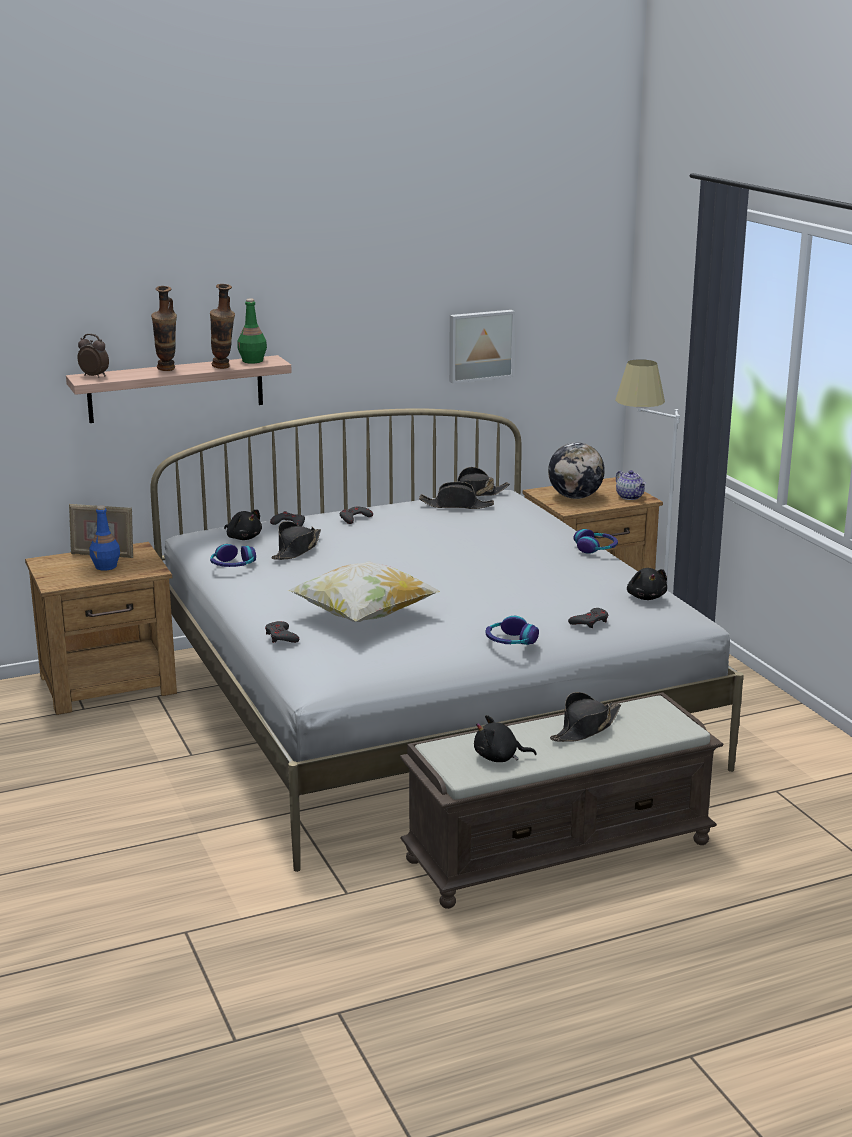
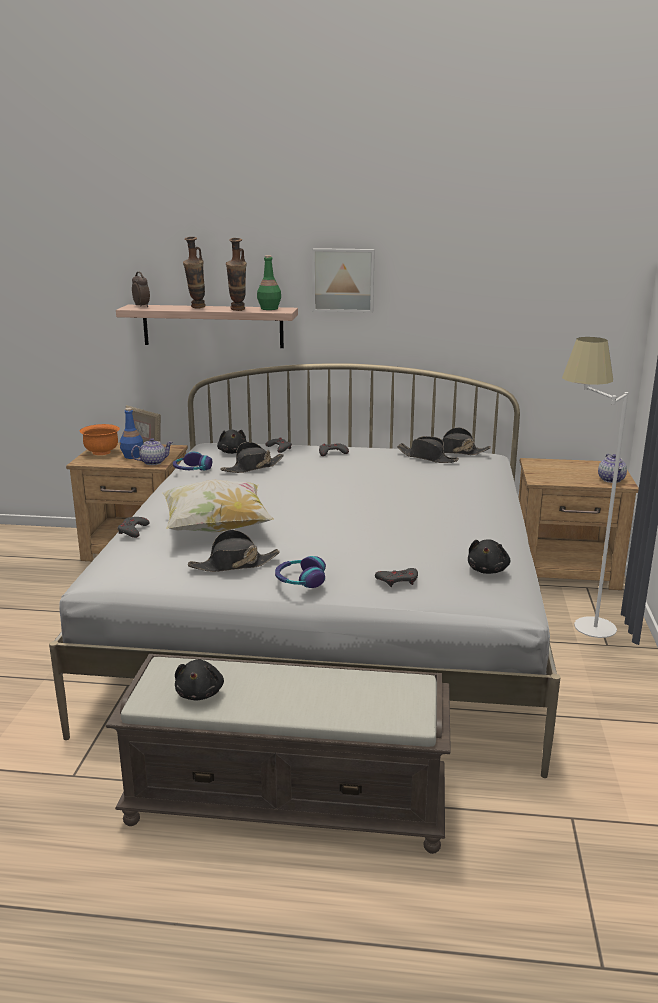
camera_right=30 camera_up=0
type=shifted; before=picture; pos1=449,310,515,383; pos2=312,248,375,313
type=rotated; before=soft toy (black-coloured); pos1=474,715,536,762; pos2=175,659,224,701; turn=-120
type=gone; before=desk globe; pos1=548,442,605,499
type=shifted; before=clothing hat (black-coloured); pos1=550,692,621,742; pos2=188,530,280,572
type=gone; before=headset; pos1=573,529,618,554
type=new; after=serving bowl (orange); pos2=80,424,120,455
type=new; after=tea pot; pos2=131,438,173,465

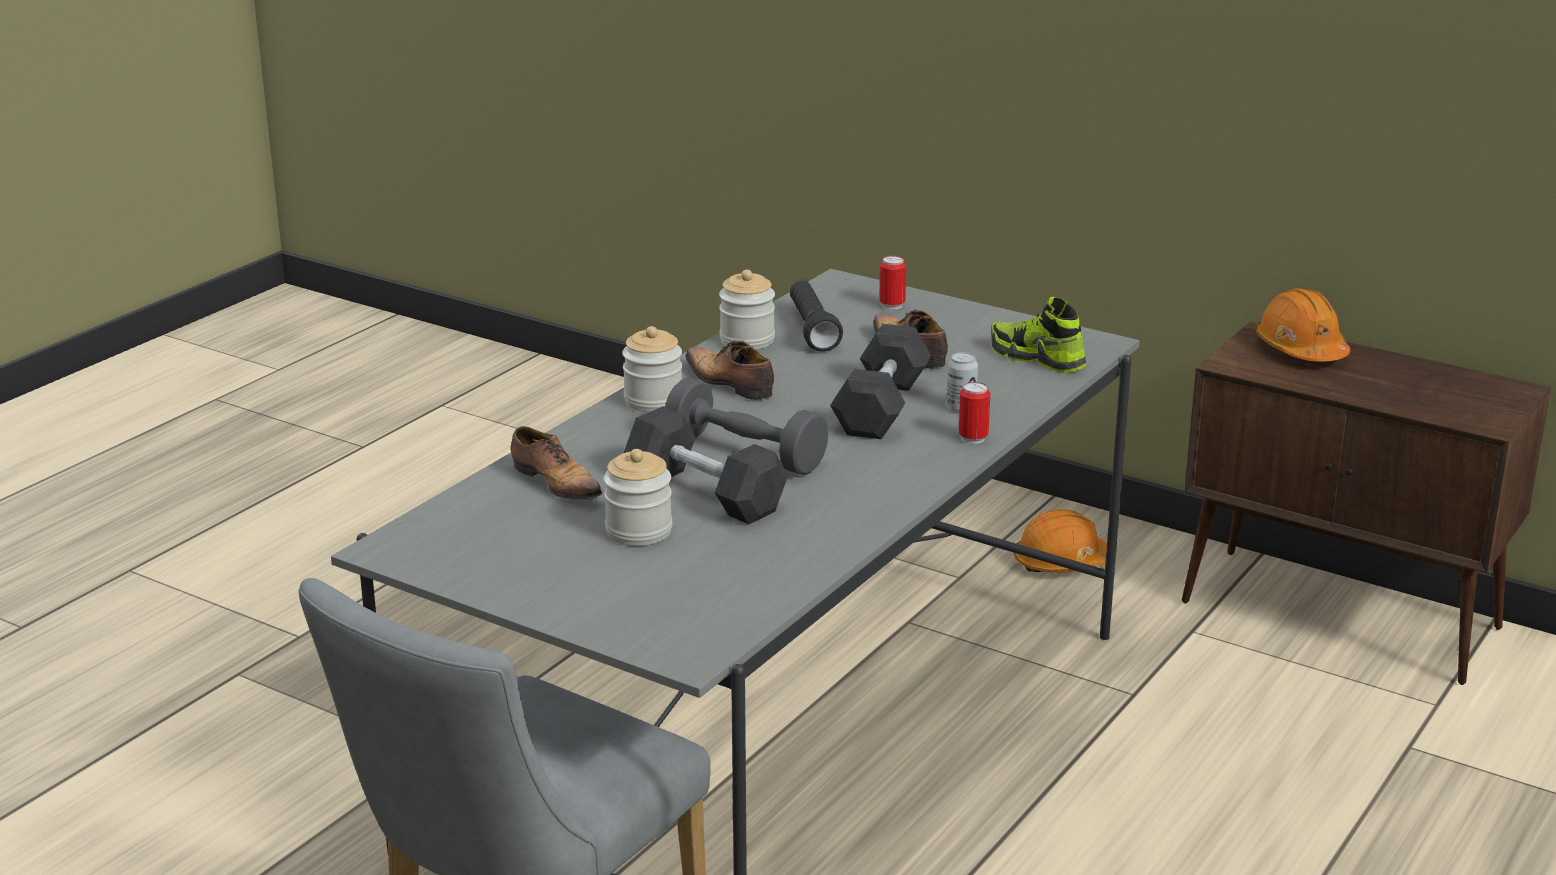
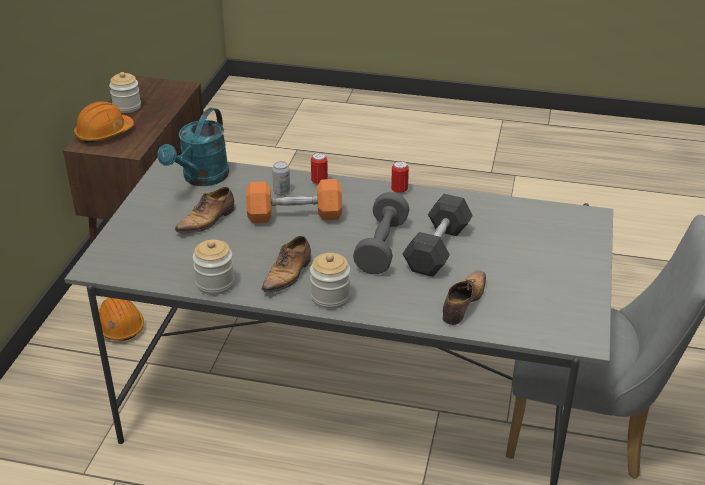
camera_right=-110 camera_up=10
type=shifted; before=jar; pos1=603,449,672,546; pos2=109,72,141,113
type=gone; before=hand torch (black-coloured); pos1=790,281,843,352
type=repainted; before=dumbbell (gray); after=dumbbell (orange); pos1=830,324,931,439; pos2=246,179,342,223
type=shifted; before=metal can; pos1=879,256,906,310; pos2=391,161,409,195
type=swapped; before=item of footwear; after=watering can (turquoise-coloured); pos1=991,297,1086,373; pos2=157,108,229,186

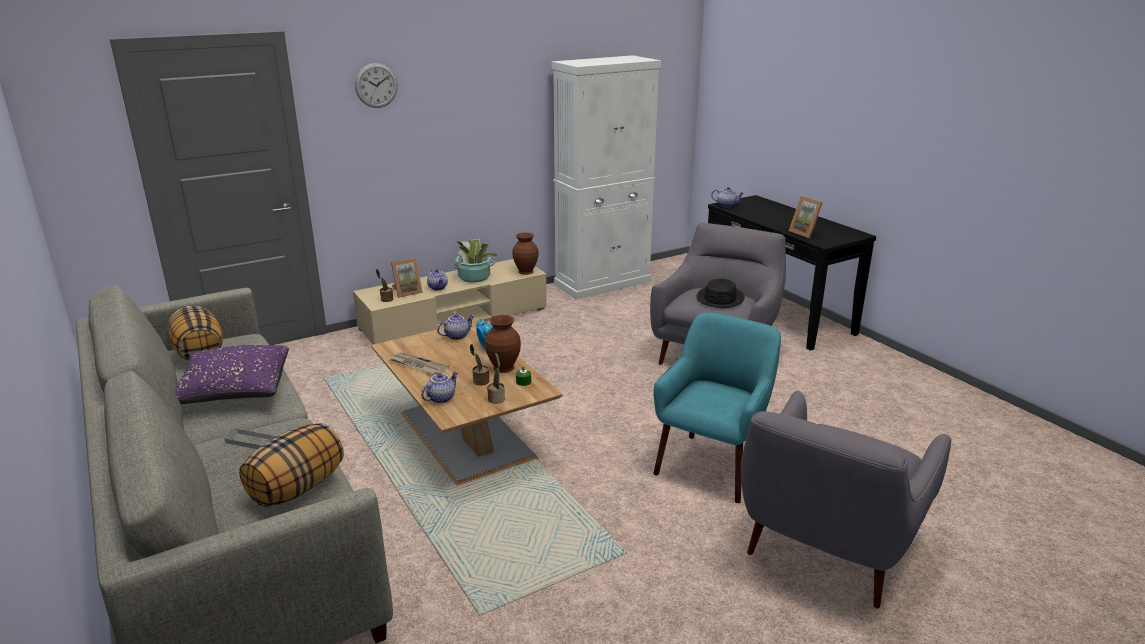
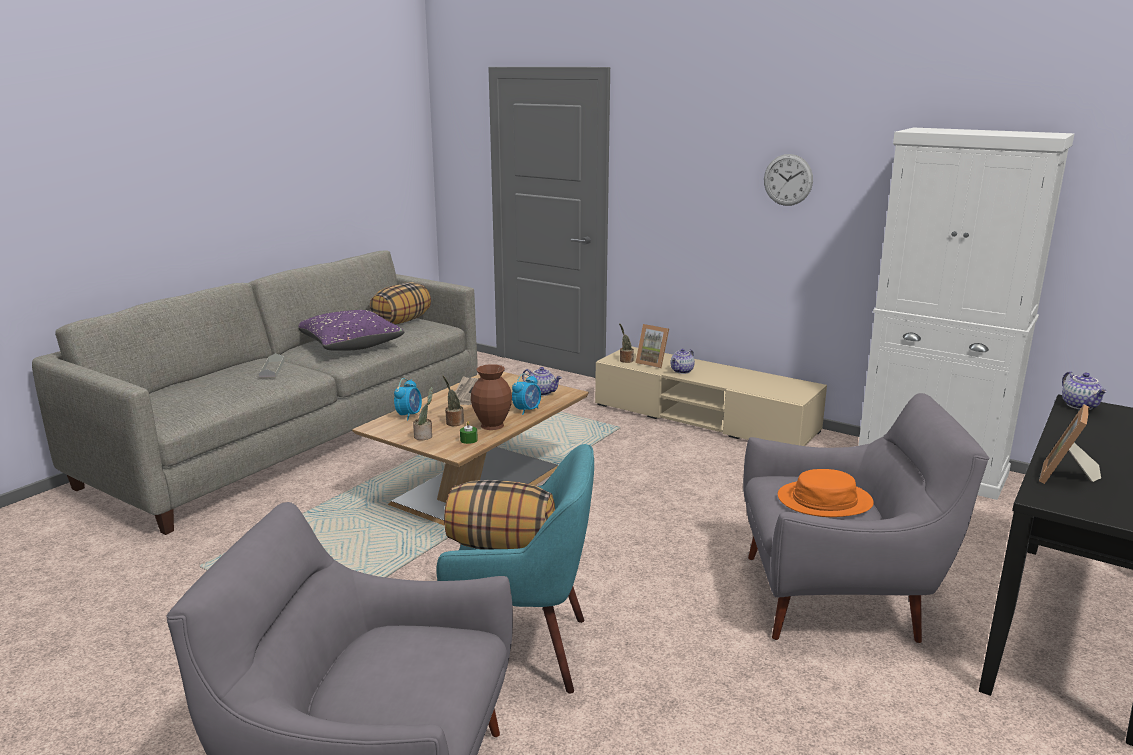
camera_right=65 camera_up=-5
type=shifted; before=cushion; pos1=239,423,344,507; pos2=444,480,555,550
type=shifted; before=hanging clock; pos1=355,63,398,108; pos2=764,154,813,206
type=swapped; before=tea pot; after=bedside clock; pos1=421,371,458,403; pos2=394,378,422,420
type=gone; before=plant in a pot; pos1=451,238,498,283
type=gone; before=decorative vase (brown); pos1=512,233,539,275
type=repainted; before=clothing hat (black-coloured); after=clothing hat (orange); pos1=696,279,744,308; pos2=778,469,874,517

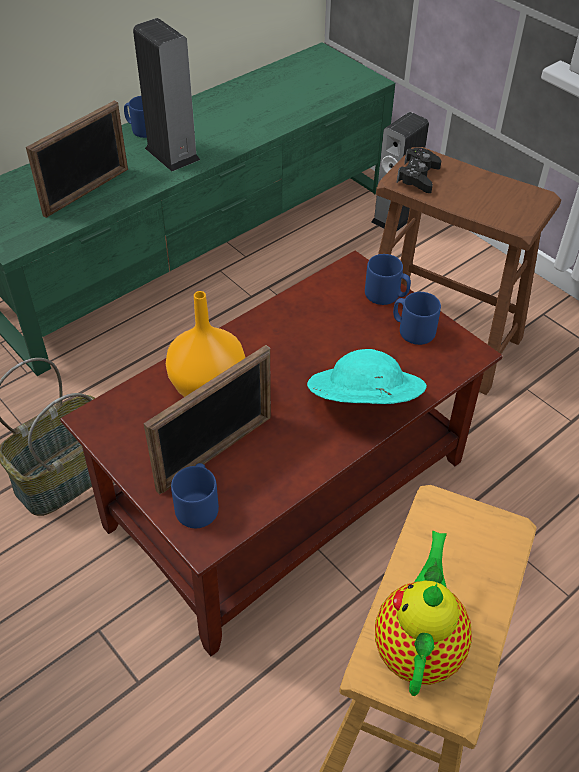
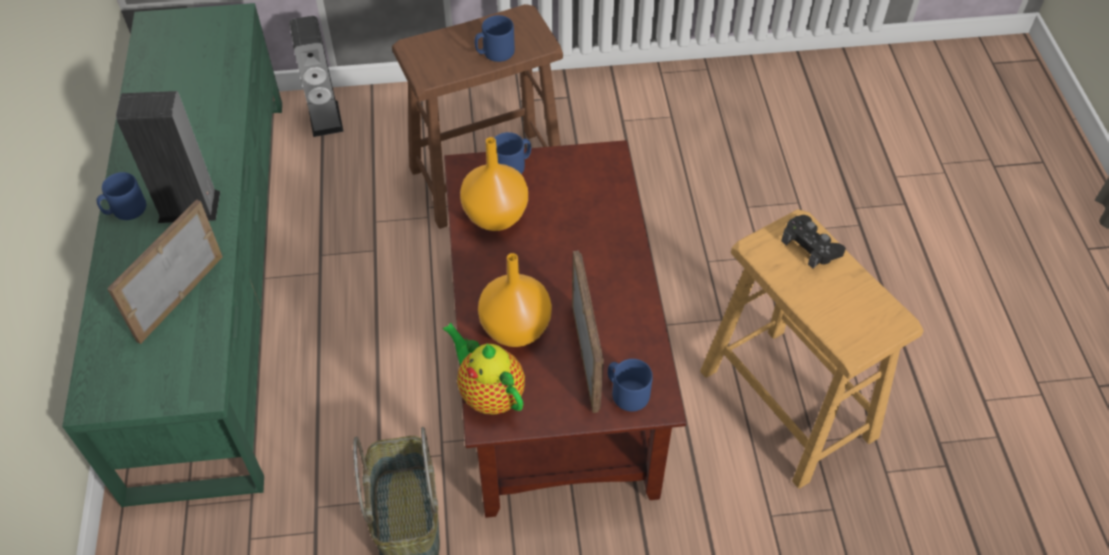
camera_right=-55 camera_up=5
type=rotated; before=picture frame; pos1=26,100,128,218; pos2=107,199,223,344; turn=-135
type=gone; before=clothing hat (turquoise-coloured); pos1=307,349,427,404
type=shifted; before=tea pot; pos1=375,531,472,696; pos2=442,323,525,415
type=shifted; before=tea mug (bluish); pos1=393,292,441,345; pos2=474,15,515,62
type=shifted; before=joypad (black-coloured); pos1=396,147,441,193; pos2=781,215,846,269
type=new; after=decorative vase (orange); pos2=460,137,528,231

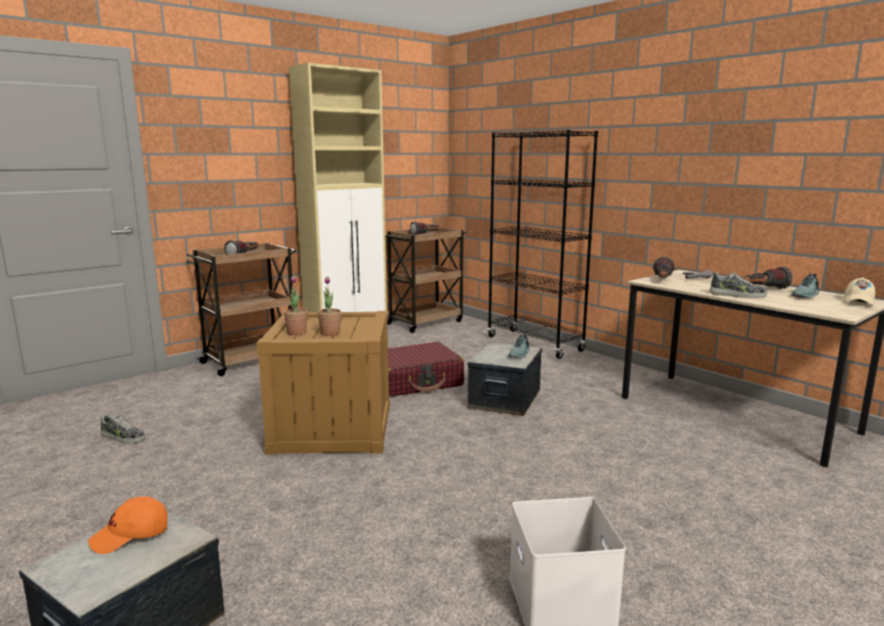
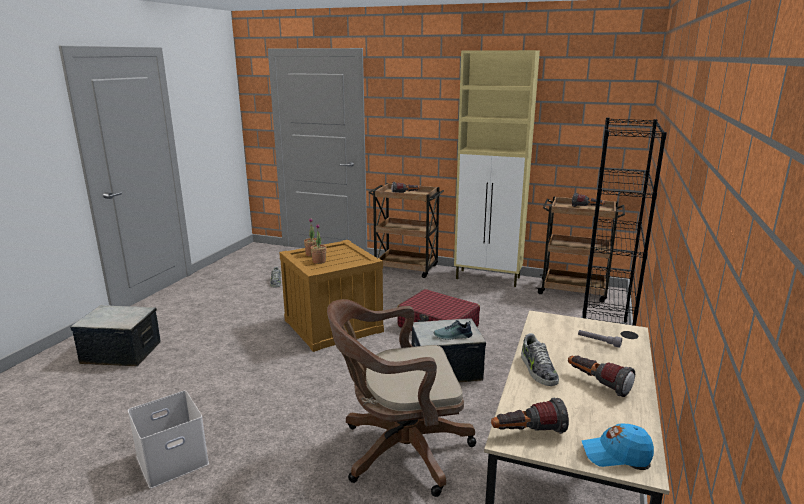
camera_right=60 camera_up=5
type=gone; before=peaked cap (orange); pos1=88,496,168,554
type=shifted; before=hand torch; pos1=653,257,675,278; pos2=491,398,569,434
type=gone; before=item of footwear; pos1=791,273,819,298
type=repainted; before=peaked cap (beige); after=peaked cap (bluish); pos1=844,277,875,306; pos2=581,423,654,467
type=new; after=computer chair (brown); pos2=327,299,476,497

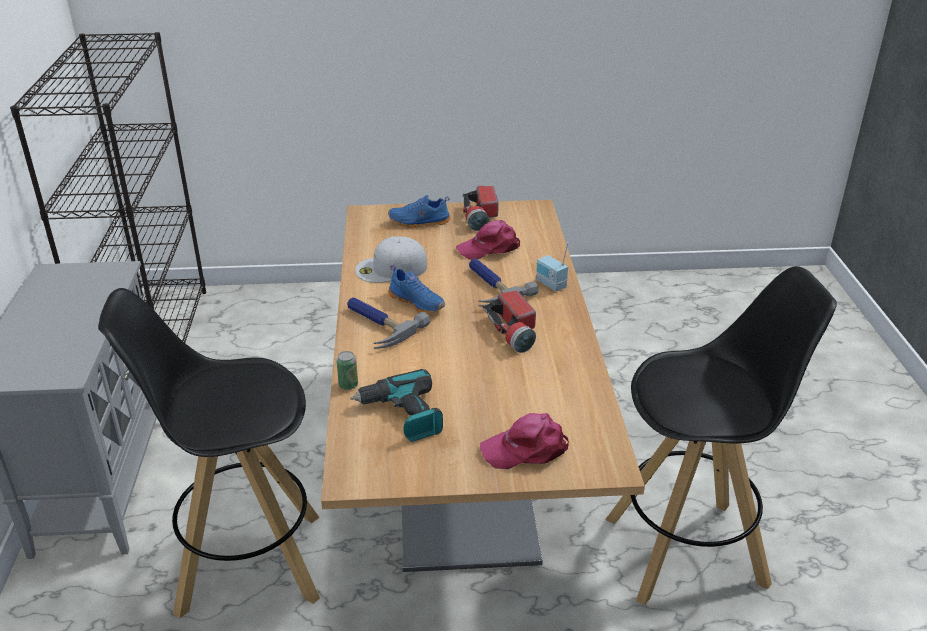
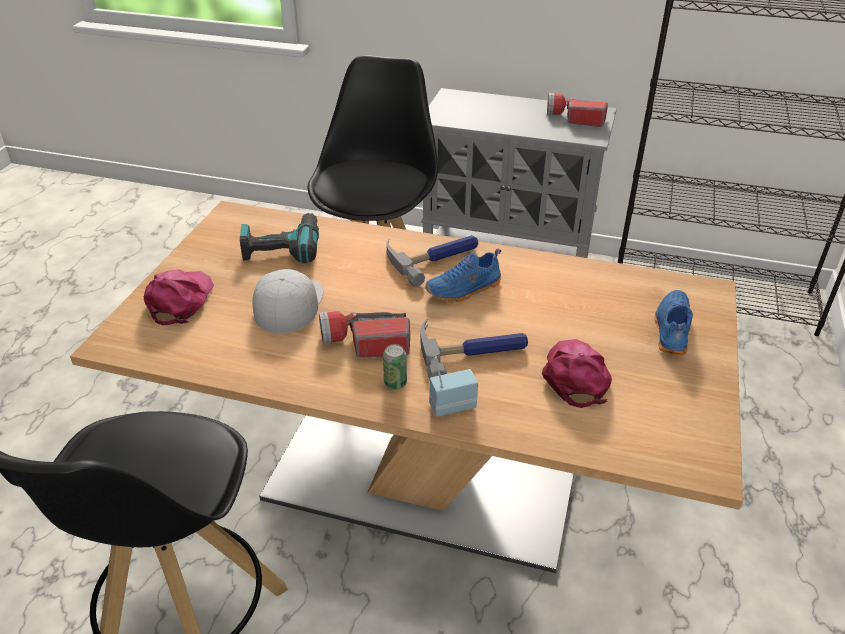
camera_right=110 camera_up=5
type=shifted; before=metal can; pos1=336,351,358,390; pos2=383,344,407,390
type=shifted; before=peaked cap (white); pos1=355,236,427,283; pos2=252,269,323,333
type=shifted; before=hand torch; pos1=463,186,499,231; pos2=547,93,608,127

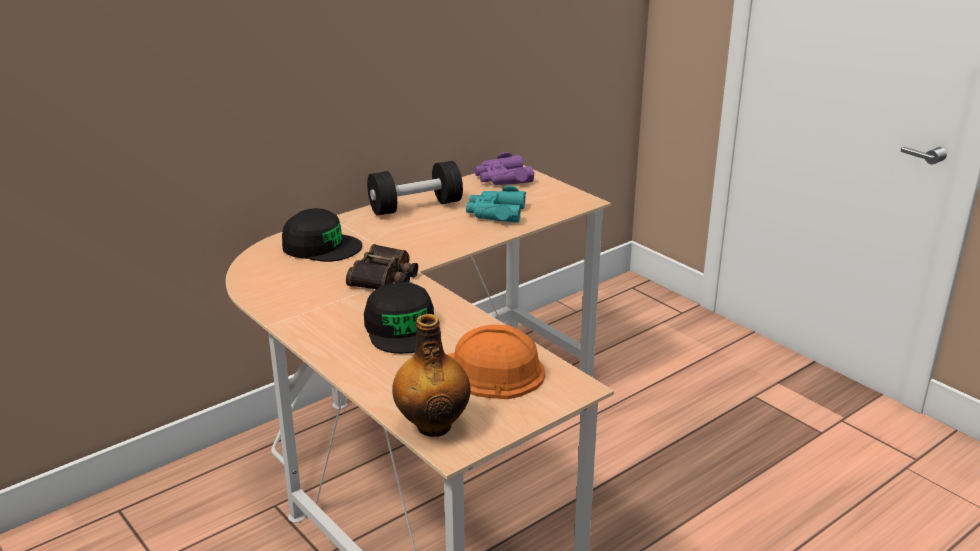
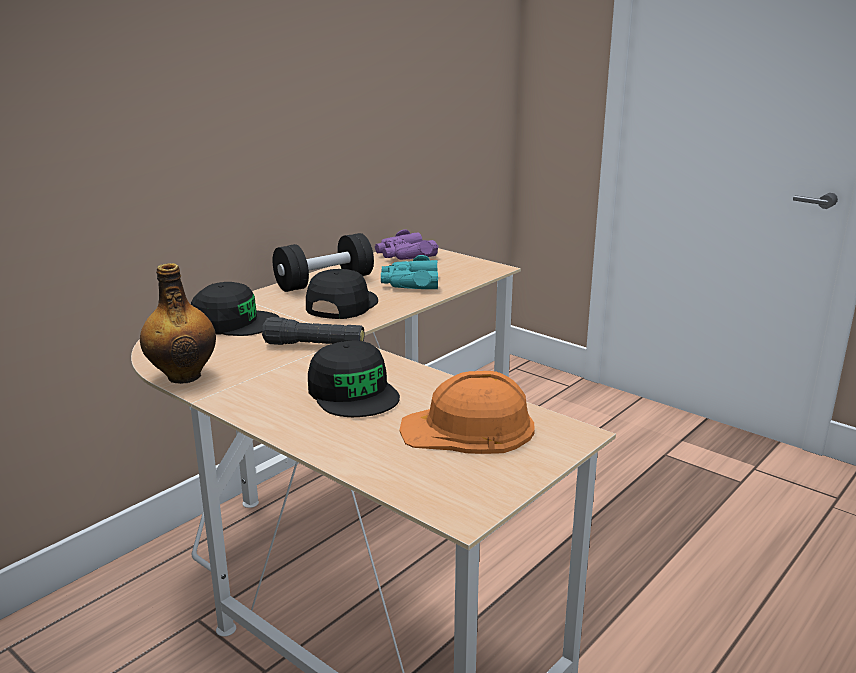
camera_right=-10 camera_up=-5
type=swapped; before=field glasses; after=hand torch (black-coloured); pos1=346,244,418,289; pos2=262,317,364,345
type=shifted; before=beverage bottle; pos1=392,314,471,437; pos2=140,263,216,384
type=new; after=peaked cap (black-coloured); pos2=306,269,378,319

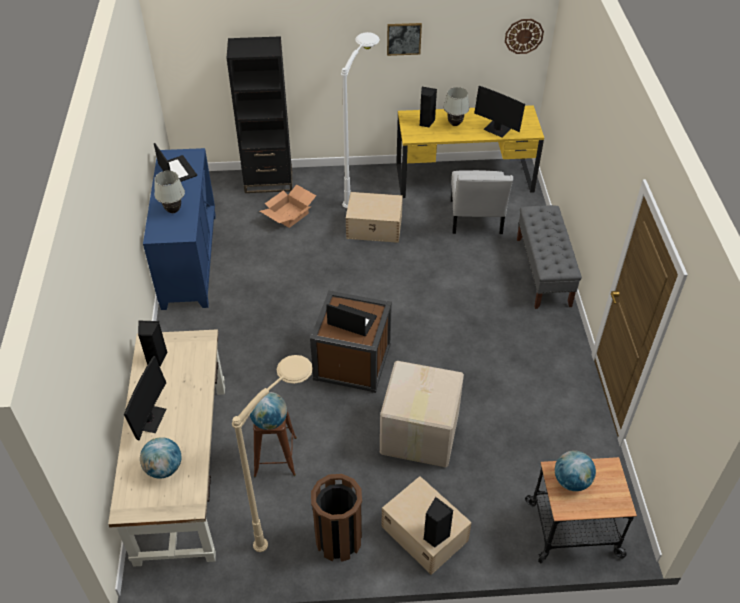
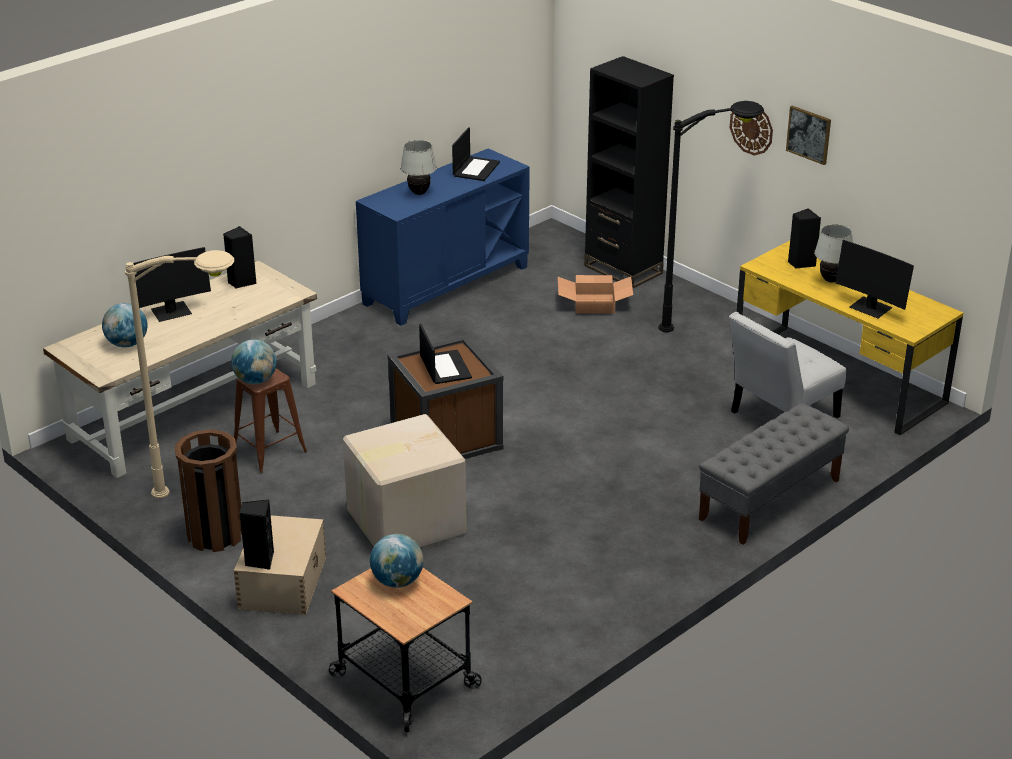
camera_right=50 camera_up=-15
type=repainted; before=standard lamp (white); after=standard lamp (black-coloured); pos1=341,32,380,208; pos2=659,101,764,332
type=gone; before=storage container (beige); pos1=346,192,403,243
type=rotated; before=monitor; pos1=474,86,525,137; pos2=835,240,914,318; turn=-45
type=shifted; before=hanging clock; pos1=505,19,544,54; pos2=730,112,773,155

